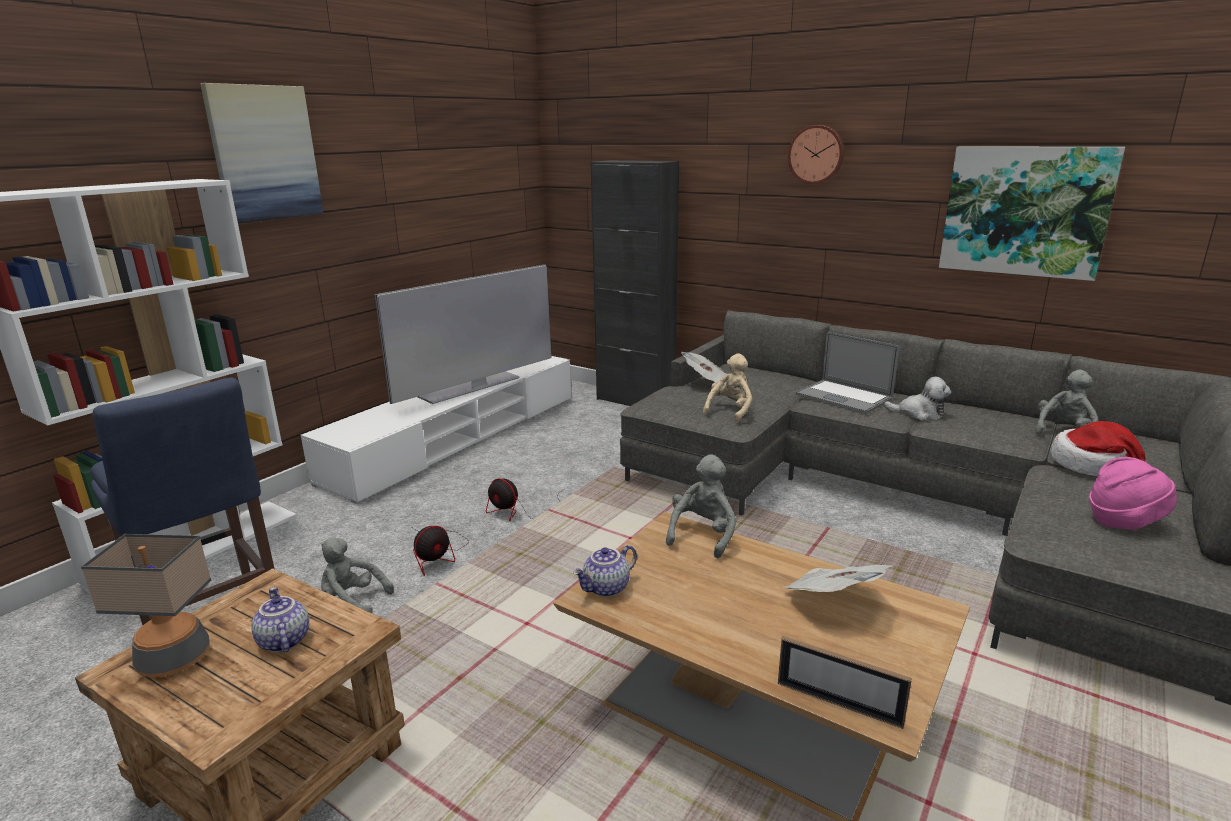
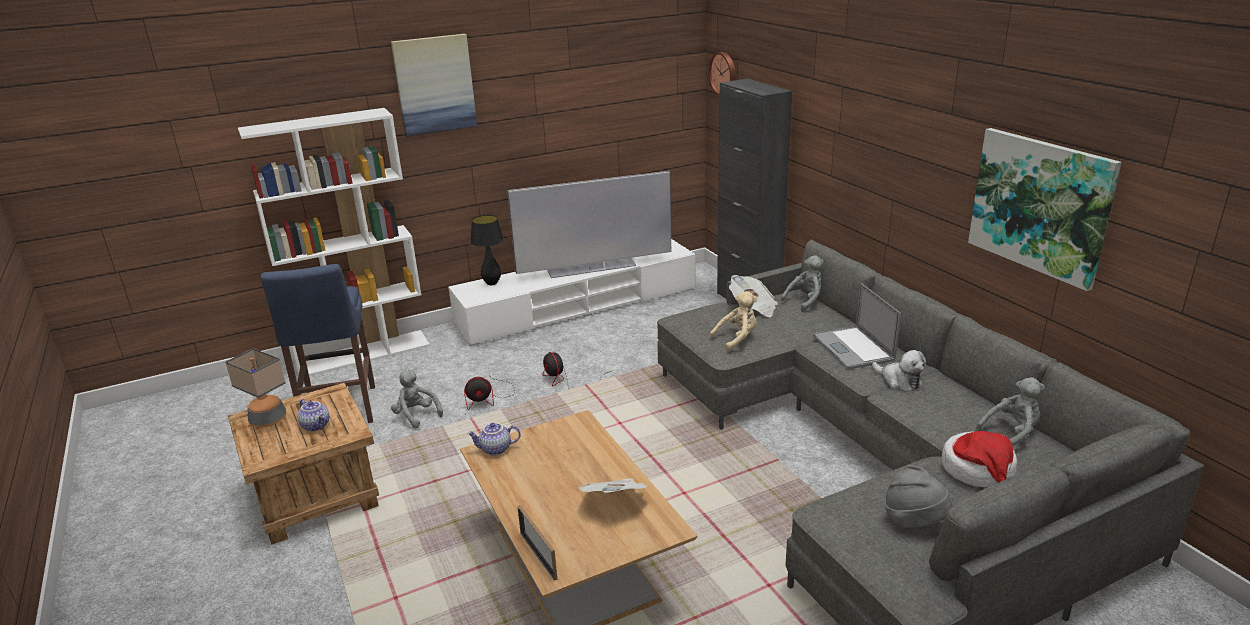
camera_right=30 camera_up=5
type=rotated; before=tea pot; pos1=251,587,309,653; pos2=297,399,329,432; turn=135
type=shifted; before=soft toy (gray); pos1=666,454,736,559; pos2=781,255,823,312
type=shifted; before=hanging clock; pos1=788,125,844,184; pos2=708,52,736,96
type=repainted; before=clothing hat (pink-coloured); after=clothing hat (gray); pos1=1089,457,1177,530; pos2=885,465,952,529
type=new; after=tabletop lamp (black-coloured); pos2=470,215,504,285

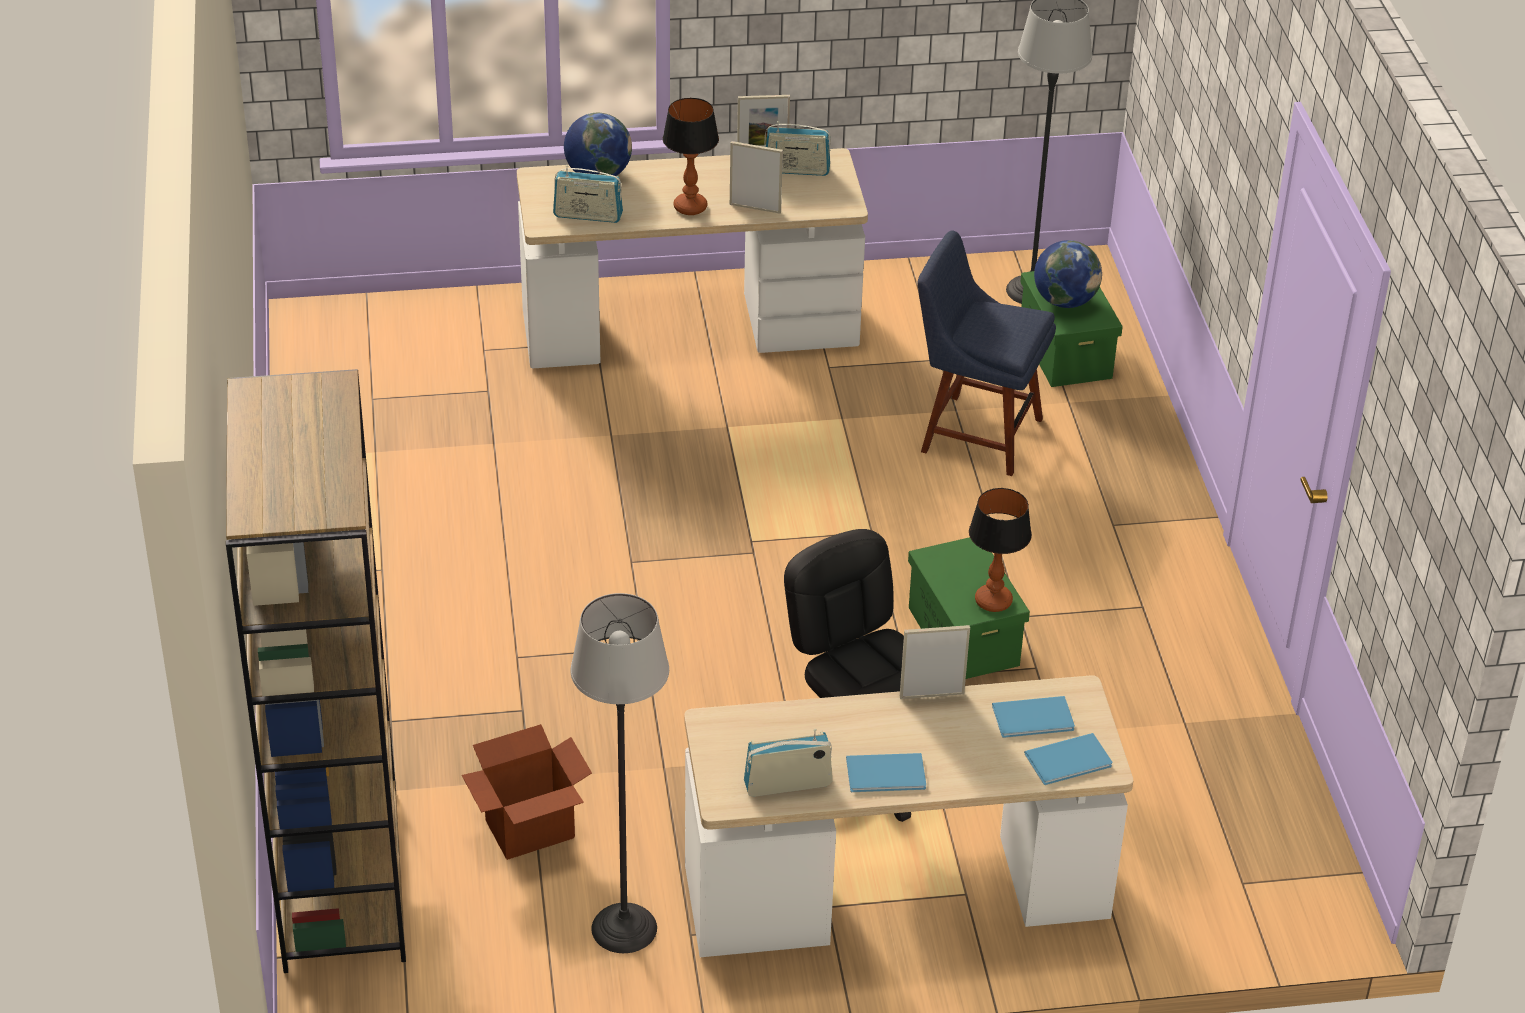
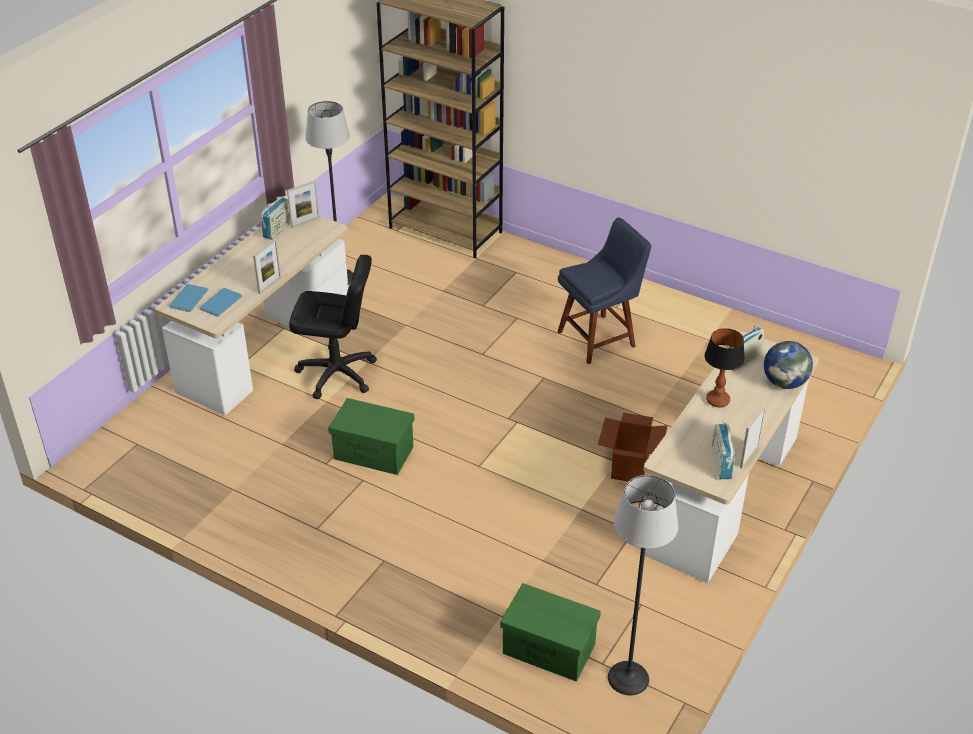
camera_right=130 camera_up=0
type=shifted; before=carton; pos1=462,724,592,860; pos2=598,412,668,482
type=shifted; before=picture frame; pos1=730,141,783,214; pos2=287,180,319,228
type=rotated; before=radio set; pos1=764,121,831,176; pos2=712,422,735,479; turn=-45
type=gone; before=volume (bluish); pos1=846,753,926,792
type=shifted; before=plain chair (bluish); pos1=918,230,1056,476; pos2=557,217,651,364
type=gone; before=tabletop lamp; pos1=969,488,1032,612
type=gone; before=desk globe; pos1=1034,240,1102,308

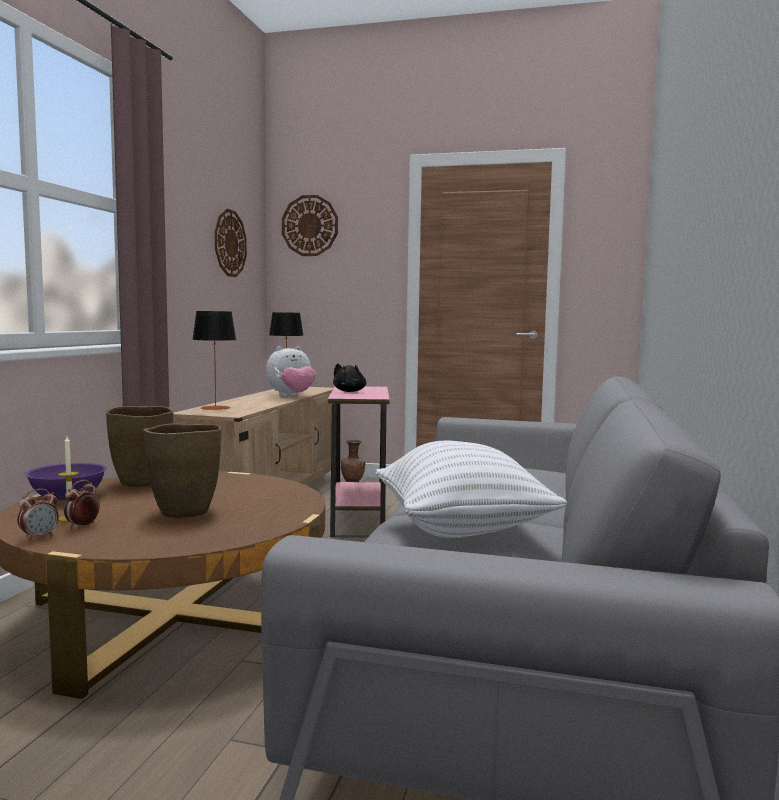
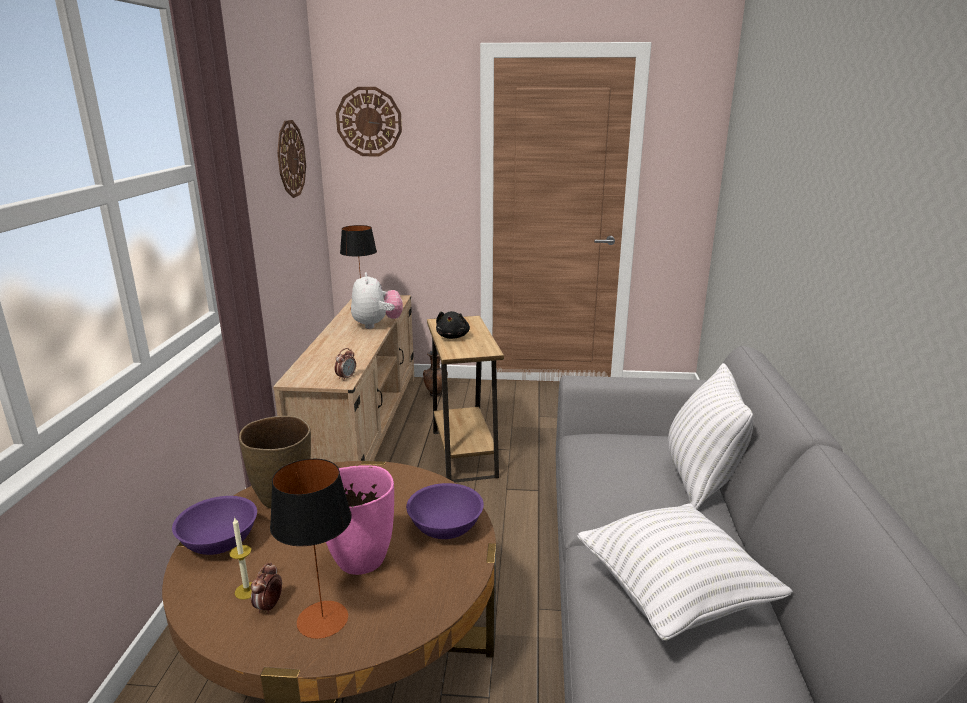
camera_right=-10 camera_up=15
type=shifted; before=bedside clock; pos1=17,489,59,541; pos2=334,348,356,381
type=repainted; before=decorative vase (brown); after=decorative vase (pink-coloured); pos1=144,423,221,518; pos2=326,465,394,575
type=shifted; before=tabletop lamp; pos1=192,311,236,410; pos2=270,459,352,639
type=rotated; before=soft toy; pos1=266,346,316,397; pos2=351,272,403,329; turn=-60
type=repainted; before=end table (pink-coloured); after=end table (brown); pos1=328,386,390,537; pos2=427,316,504,482
type=new; after=serving bowl (purple); pos2=406,483,484,539
type=new; after=cushion (white); pos2=668,363,753,510

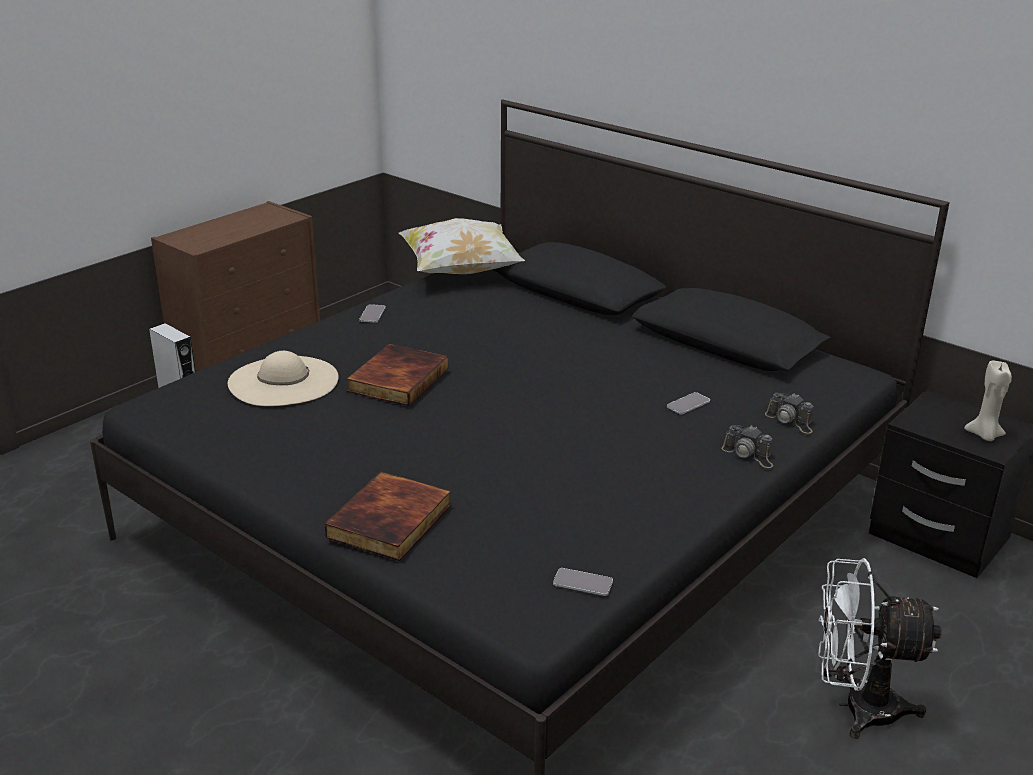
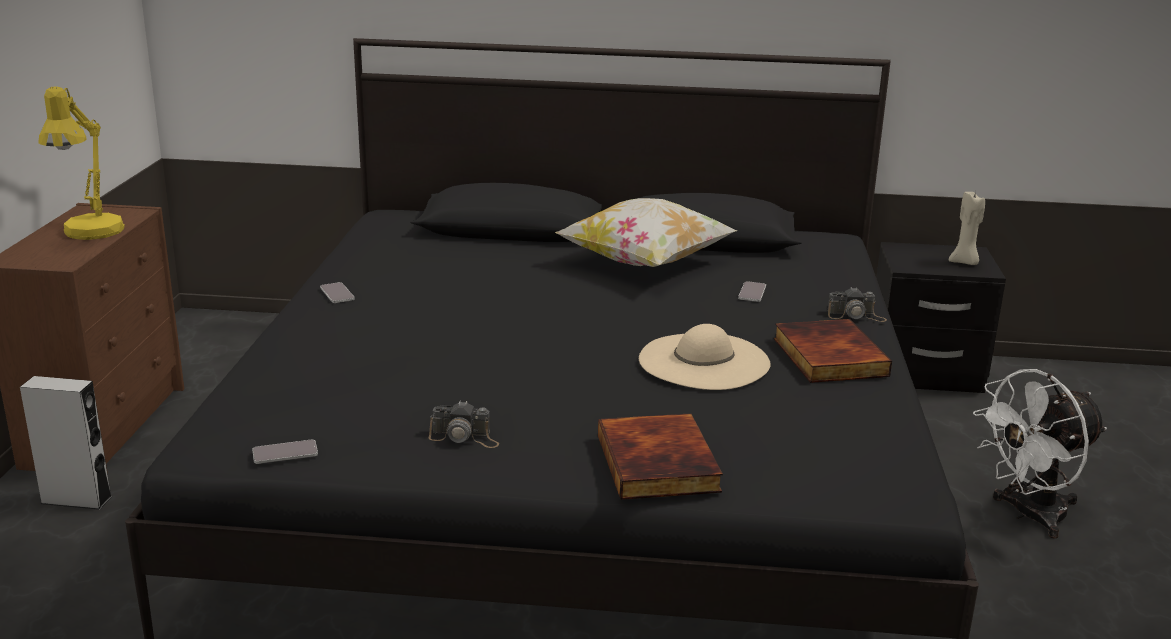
camera_right=-35 camera_up=-5
type=shifted; before=clothing hat (beige); pos1=228,351,339,406; pos2=639,324,770,390
type=shifted; before=volume; pos1=347,344,448,406; pos2=774,319,892,383
type=shifted; before=cushion; pos1=399,218,525,274; pos2=555,198,738,267
type=shifted; before=phone; pos1=553,568,613,596; pos2=252,440,318,464
type=shifted; before=photo camera; pos1=765,393,814,434; pos2=429,401,499,448
type=new; after=tabletop lamp (yellowish); pos2=38,86,125,240

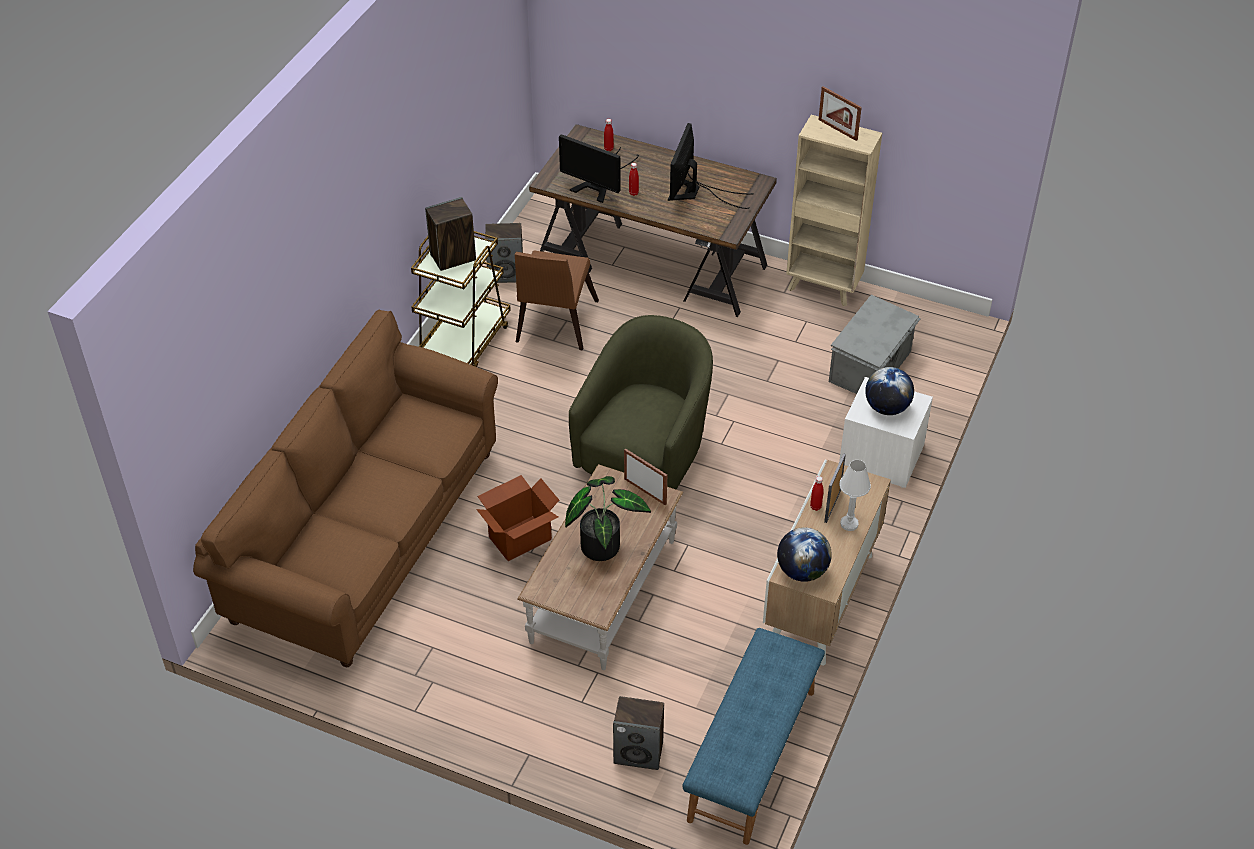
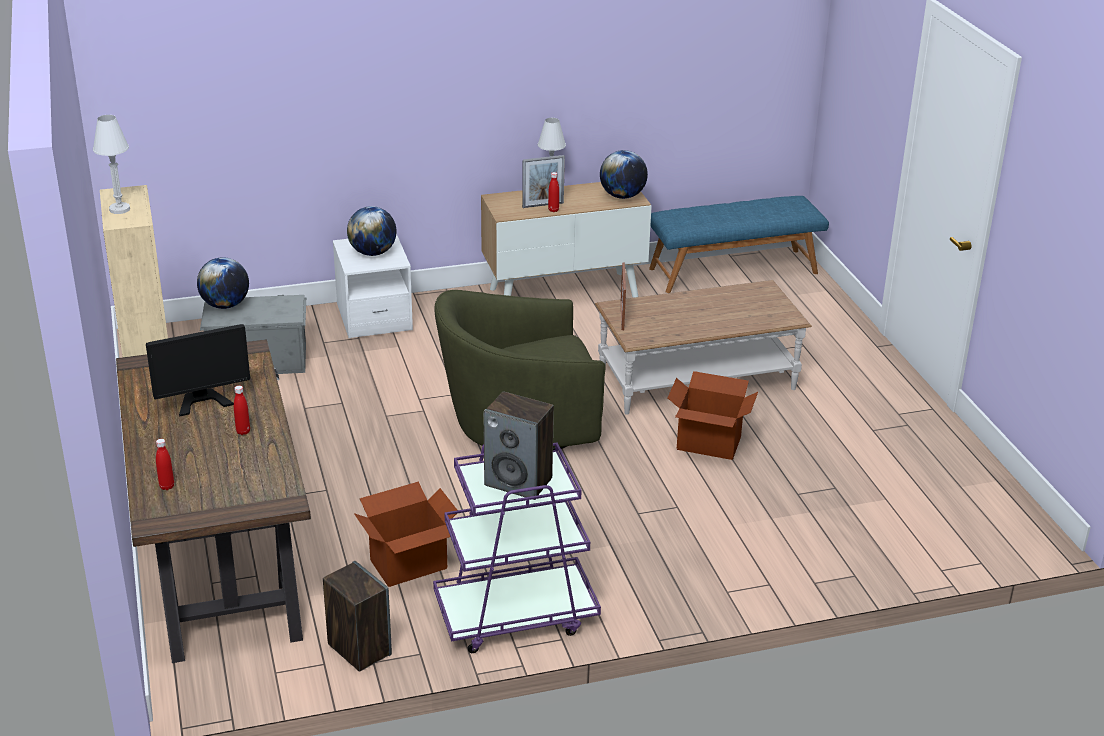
camera_right=-130 camera_up=-15
type=gone; before=sofa (brown); pos1=193,310,498,667
type=repainted; before=trolley (brown); after=trolley (purple); pos1=411,231,511,367; pos2=433,442,601,653
type=swapped; before=plain chair (brown); after=carton; pos1=515,250,599,350; pos2=354,481,457,587
type=gone; before=monitor; pos1=559,135,639,203
type=gone; before=plant in a pot; pos1=565,476,651,561
type=gone; before=loudspeaker; pos1=613,696,664,770
type=swapped; before=picture frame; after=tabletop lamp (white); pos1=818,86,862,141; pos2=93,115,130,214
type=new; after=desk globe; pos2=197,257,249,309

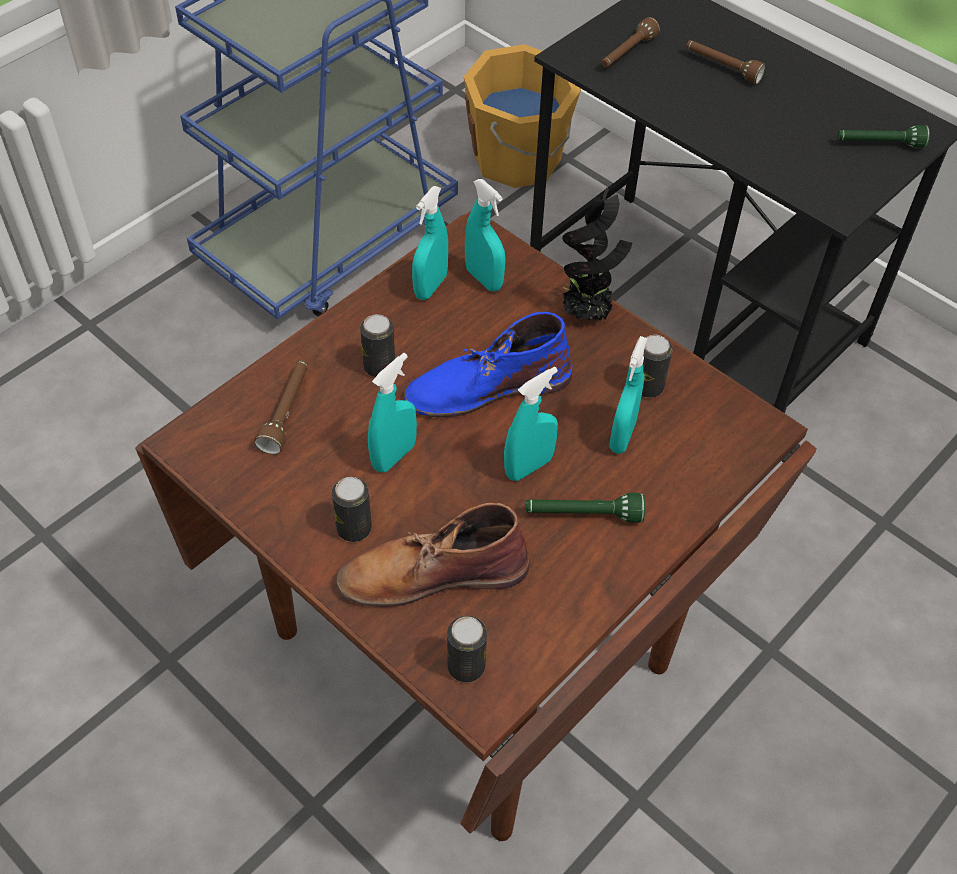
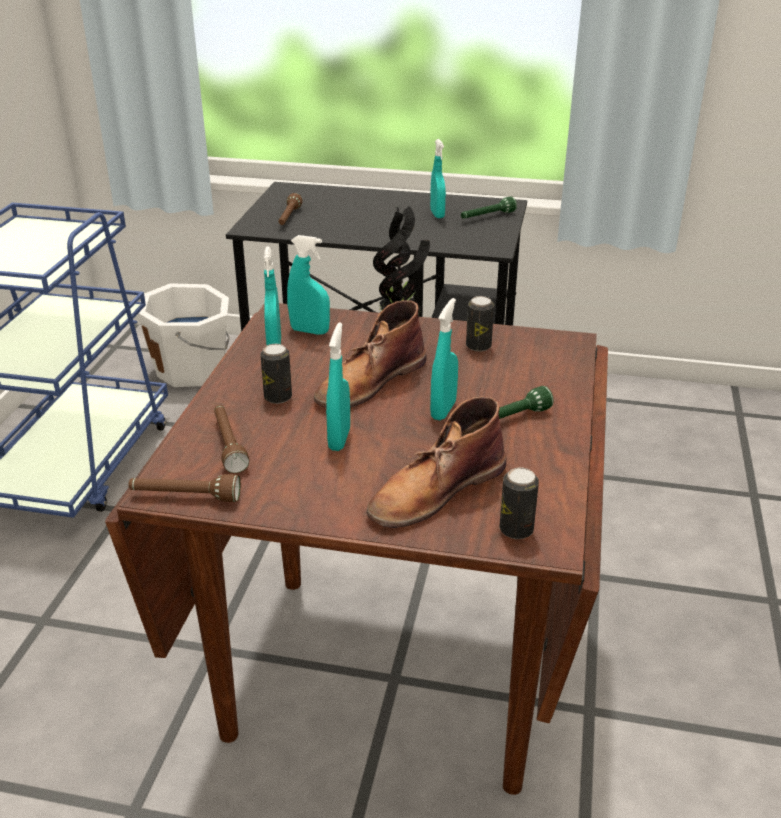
camera_right=-30 camera_up=-20
type=gone; before=metal can; pos1=332,477,372,542
type=repainted; before=boot (bluish); after=boot (brown); pos1=403,311,572,417; pos2=314,300,426,408
type=repainted; before=water bucket (orange); after=water bucket (white); pos1=464,44,581,188; pos2=138,283,230,387
type=shifted; before=sprayer (turquoise-coloured); pos1=609,336,647,454; pos2=430,139,446,218
type=shifted; before=hand torch (brown); pos1=686,40,766,84; pos2=129,474,241,502

